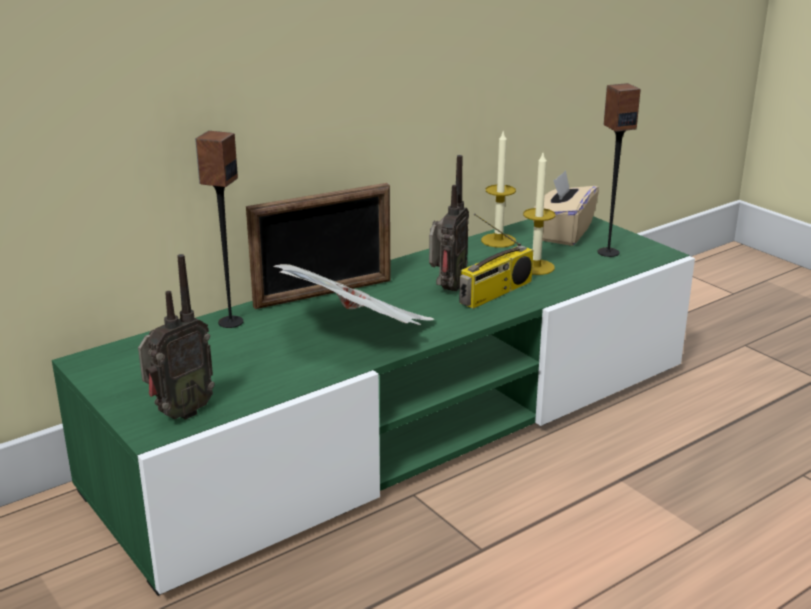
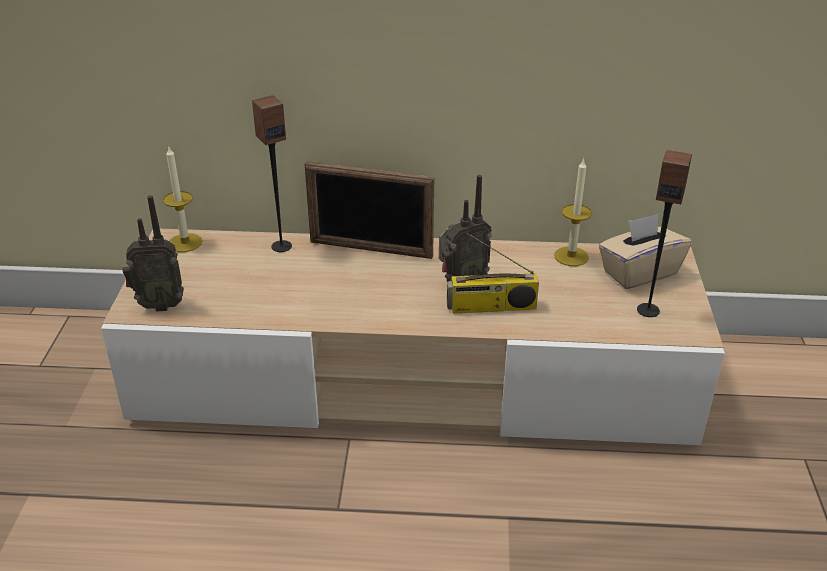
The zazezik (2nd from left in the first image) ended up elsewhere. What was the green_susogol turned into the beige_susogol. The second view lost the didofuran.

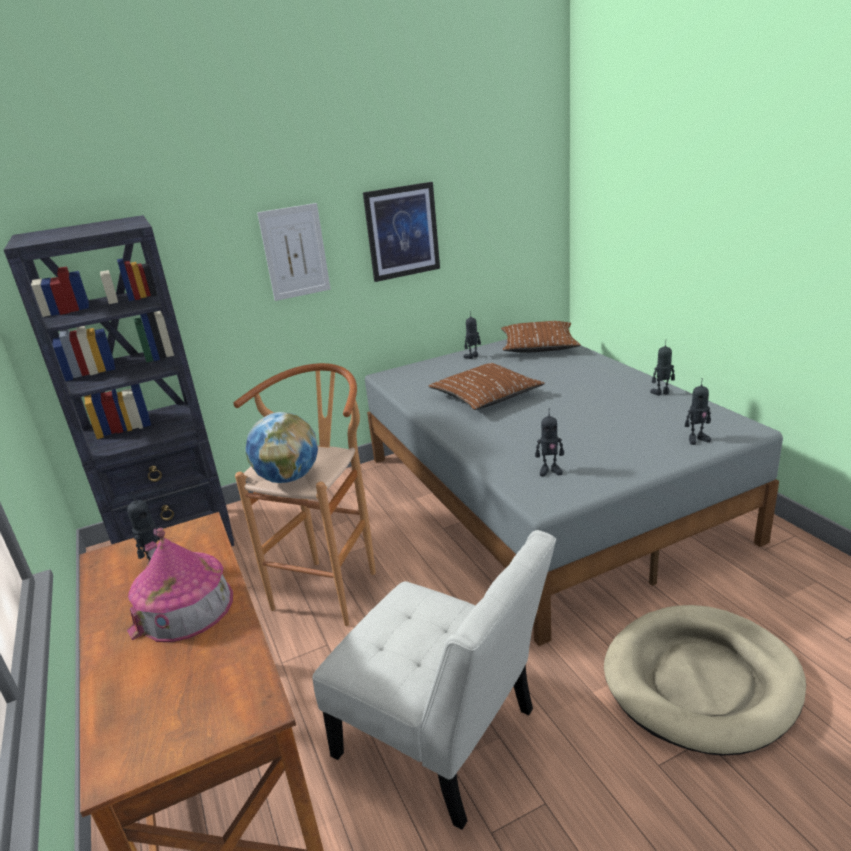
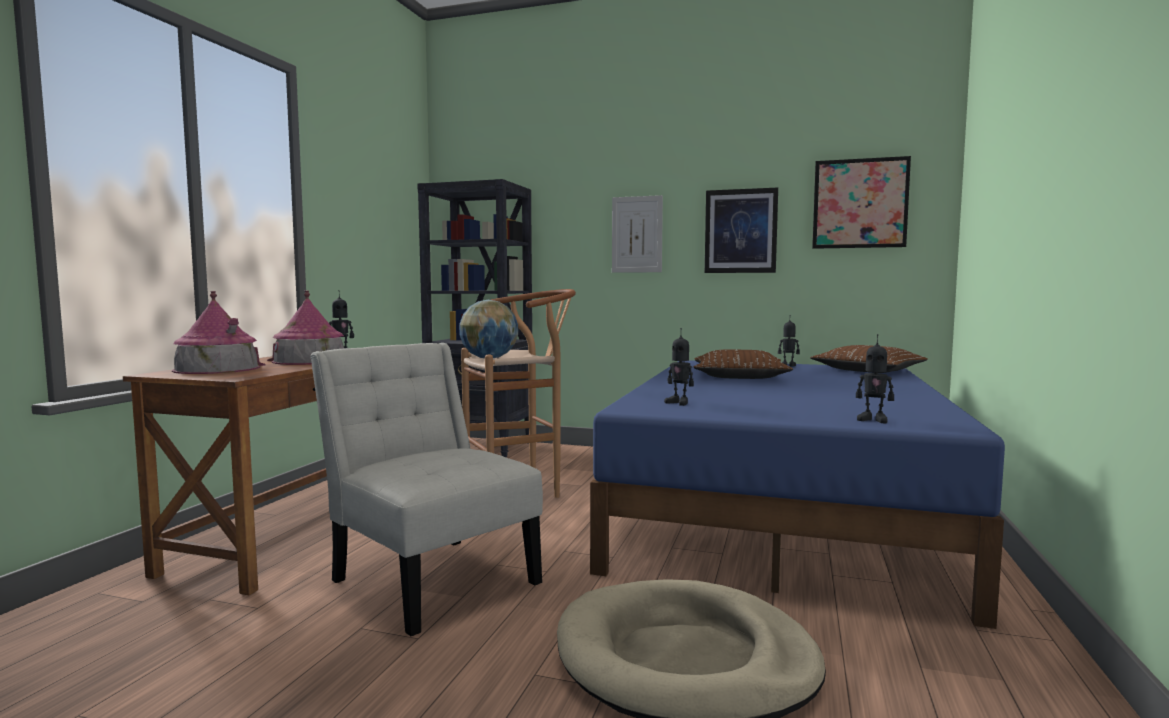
What was the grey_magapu turned into the blue_magapu. The second view lost the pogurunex (4th from left). The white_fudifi ended up facing another way, 150 degrees clockwise from before. The second view gained the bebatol (3rd from left). The second view gained the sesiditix (1st from left).

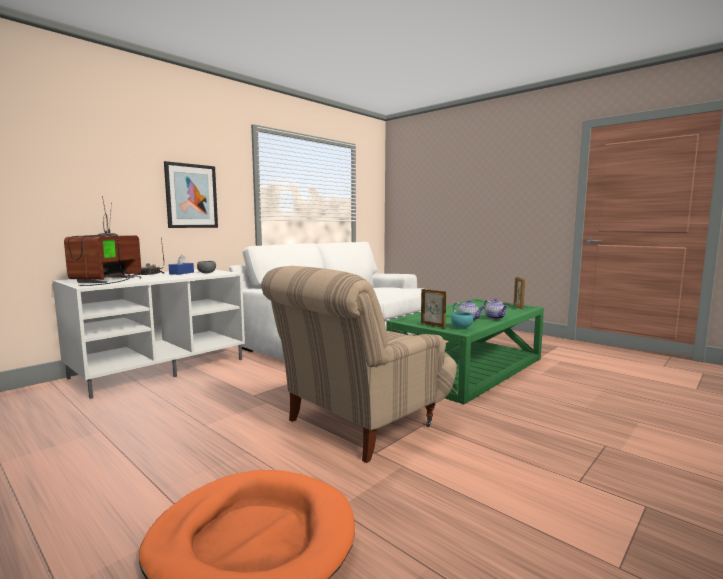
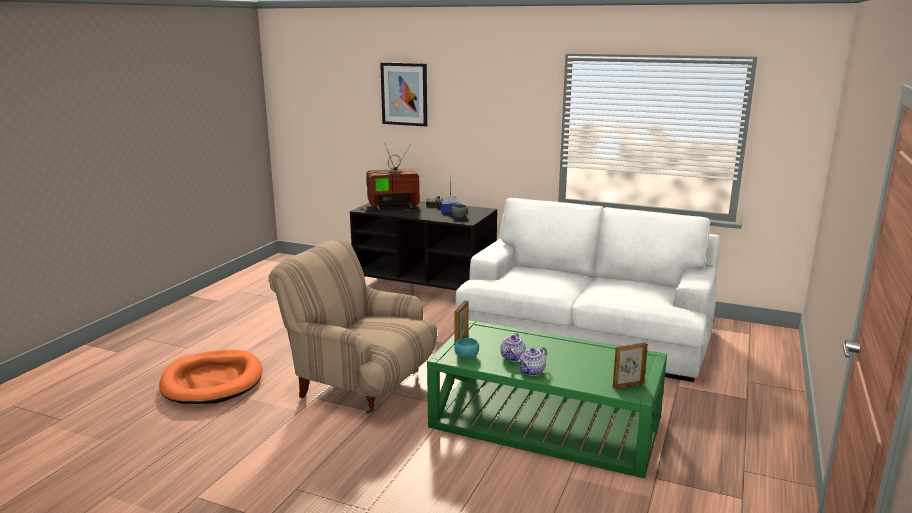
The bebatol ended up elsewhere. What was the white_susogol turned into the black_susogol.

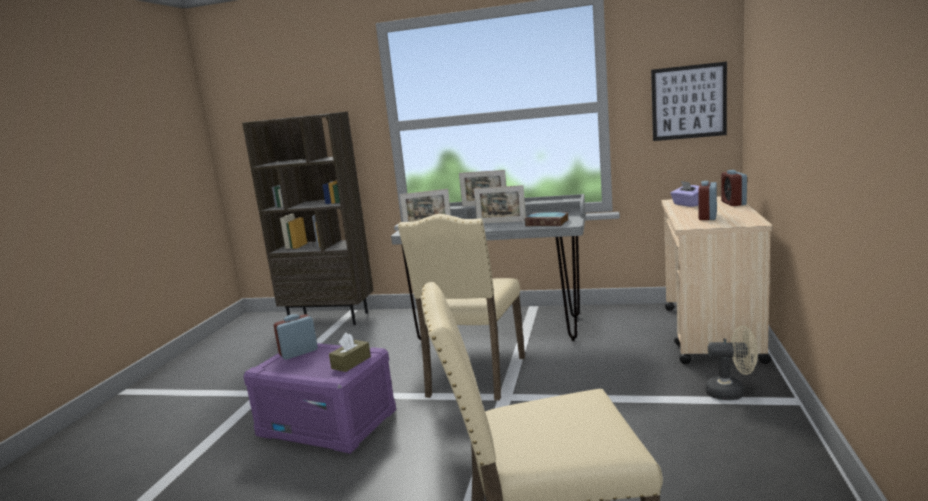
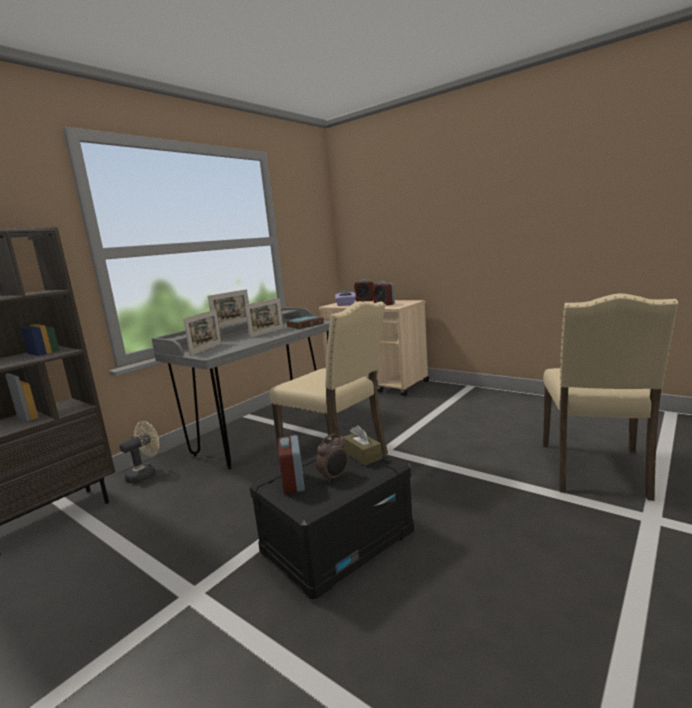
The second view lost the bebatol. The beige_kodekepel ended up elsewhere. What was the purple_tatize turned into the black_tatize. The second view gained the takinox (2nd from left).

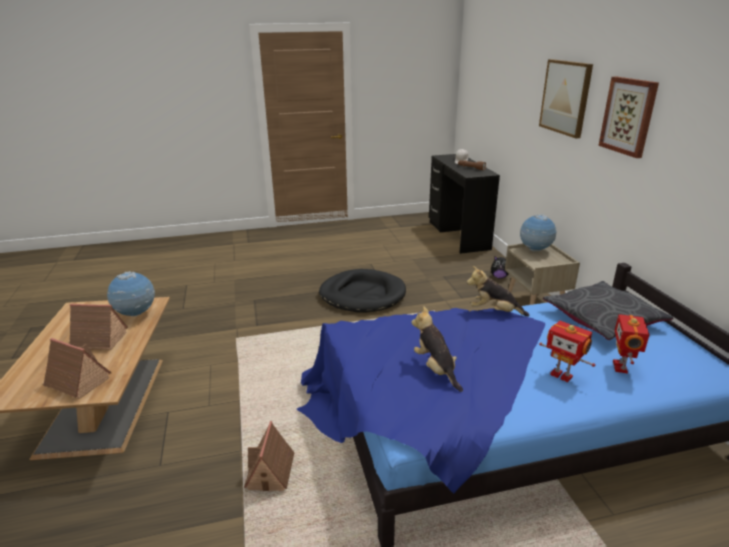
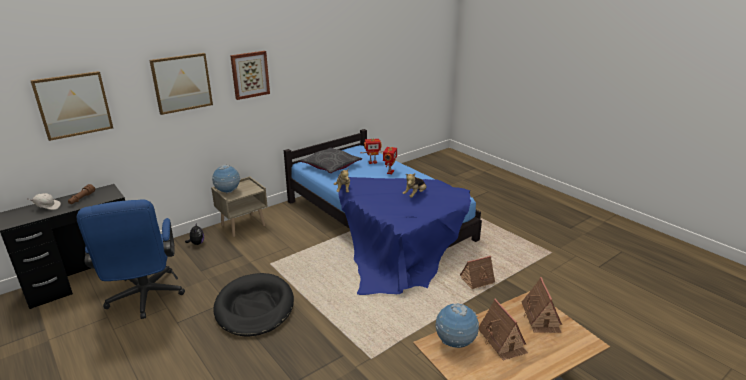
The second view gained the bebatol (1st from left). The second view gained the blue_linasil.

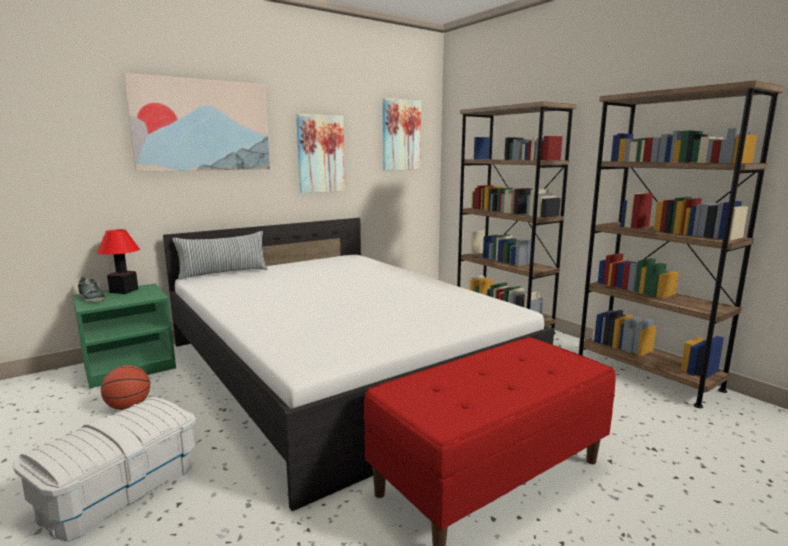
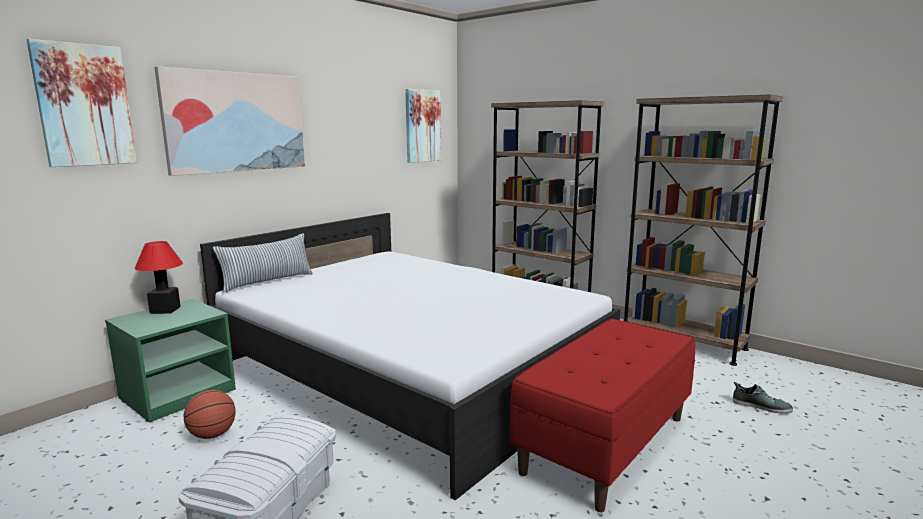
The bebatol (2nd from left in the first image) ended up elsewhere. The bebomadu ended up elsewhere.

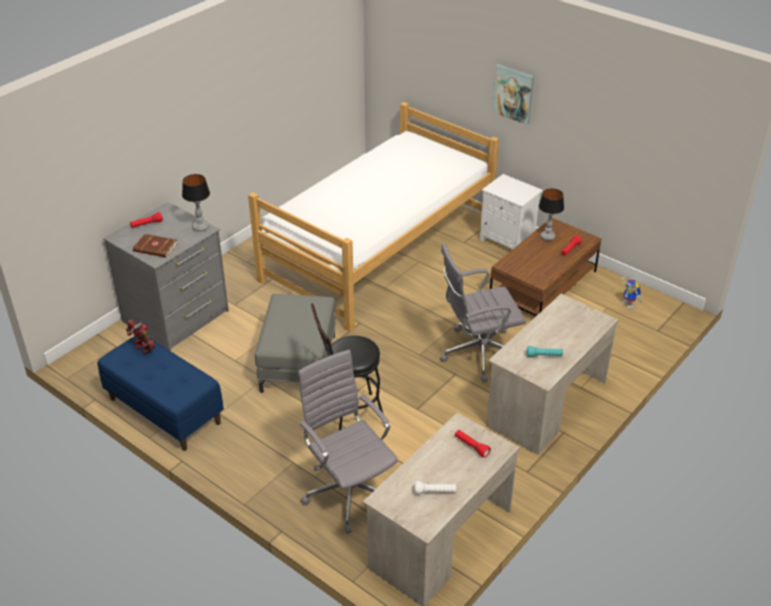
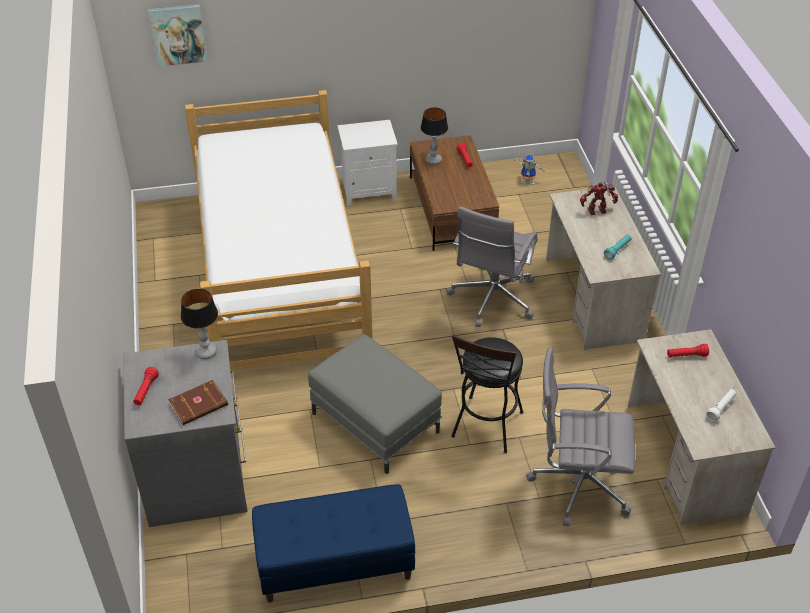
The bebatol ended up elsewhere. The pogurunex (1st from left in the first image) ended up elsewhere.

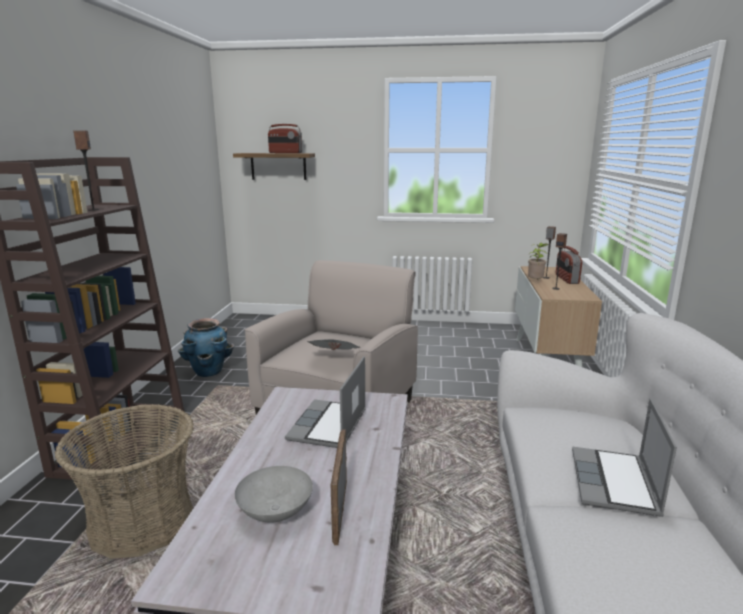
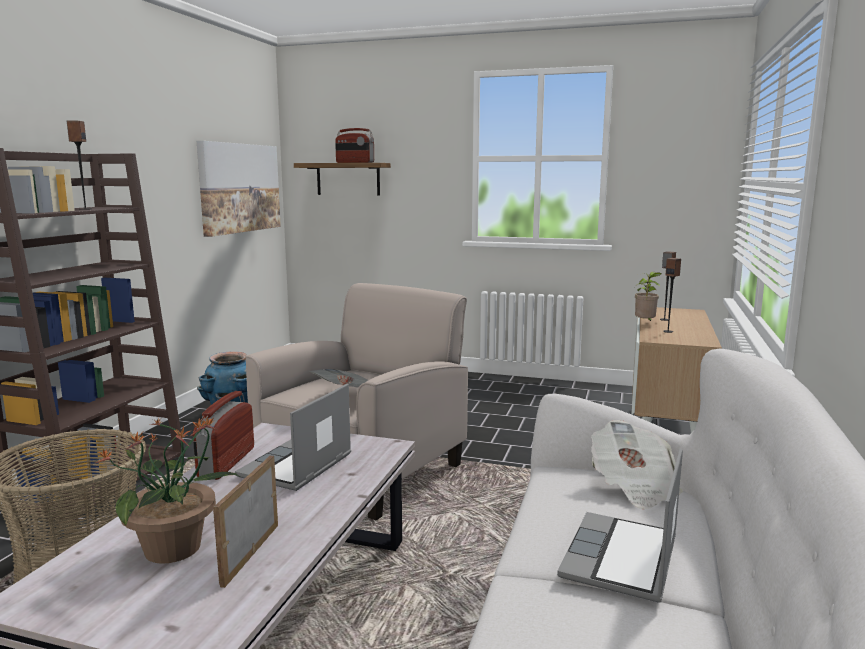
The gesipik (2nd from left in the first image) ended up elsewhere. Where the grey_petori stood, the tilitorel (1st from left) came to stand. The second view gained the bebatol. The second view gained the didofuran (2nd from left).

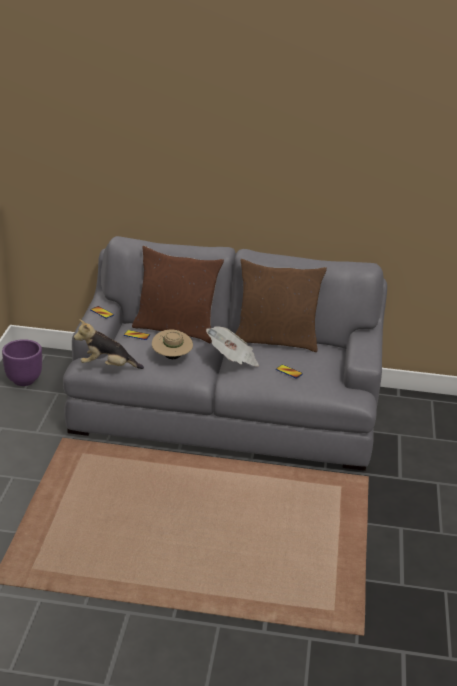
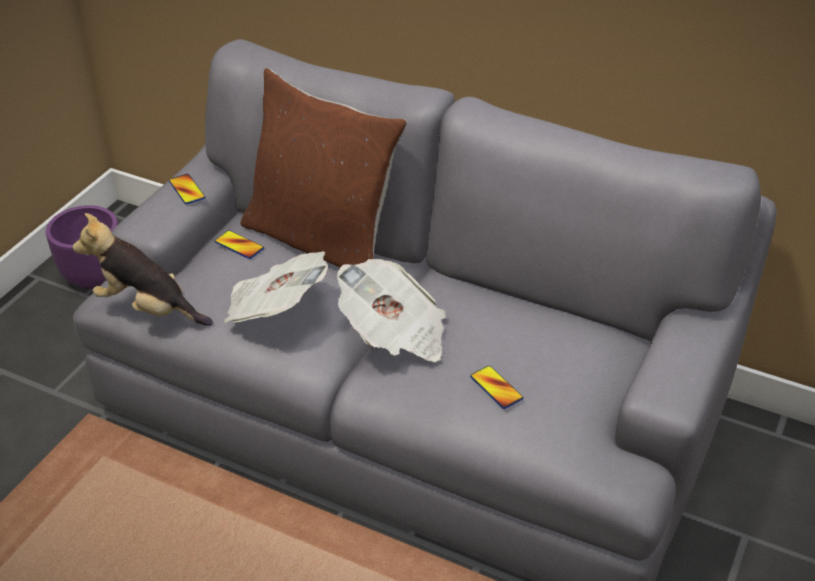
The second view lost the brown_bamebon (2nd from left). Where the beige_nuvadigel stood, the didofuran (1st from left) came to stand.

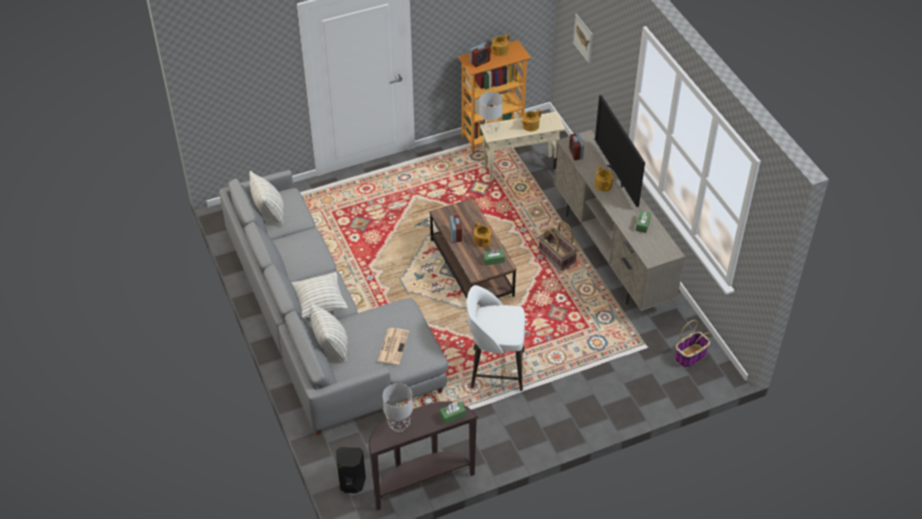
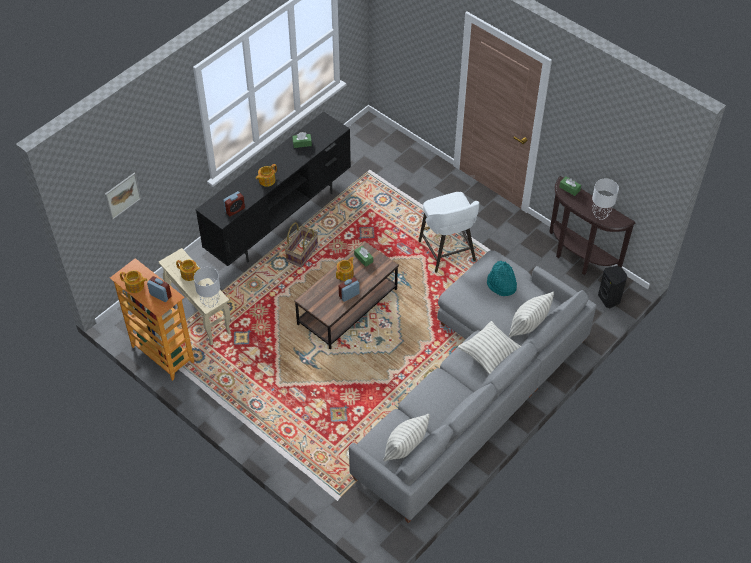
The second view lost the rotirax. What was the beige_susogol turned into the black_susogol. The second view lost the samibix (2nd from left). Where the didofuran stood, the turquoise_nuvadigel came to stand.

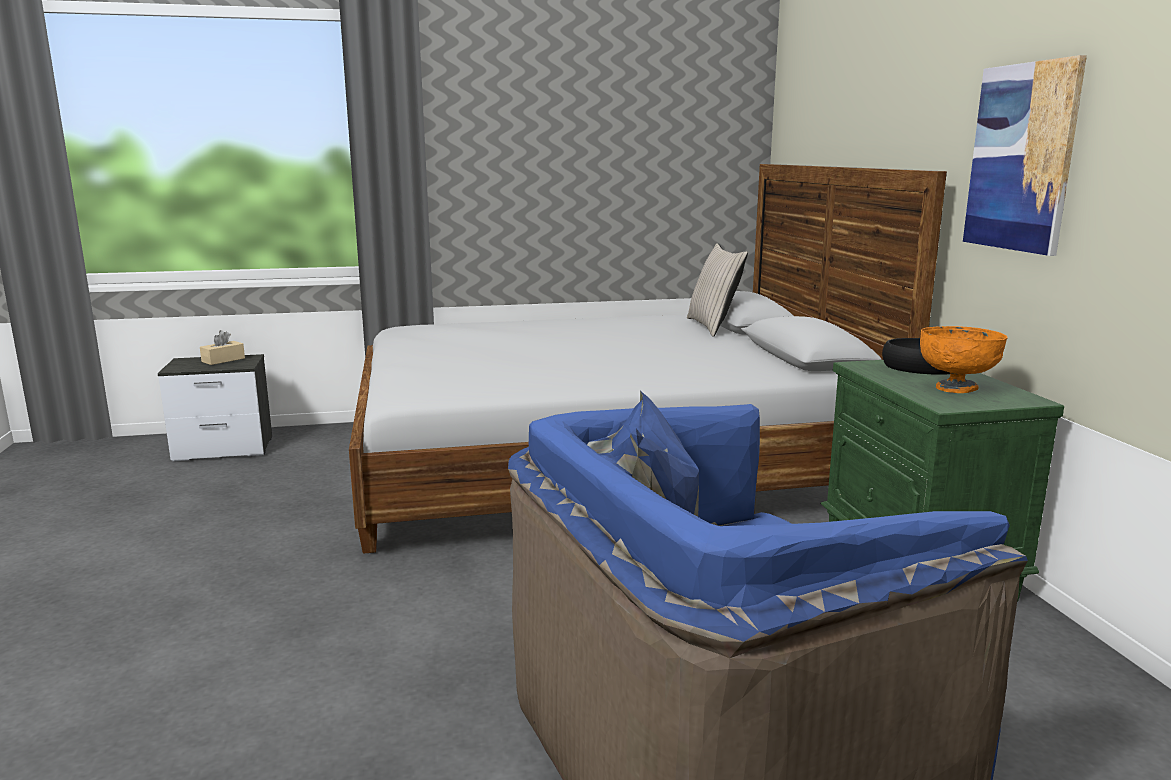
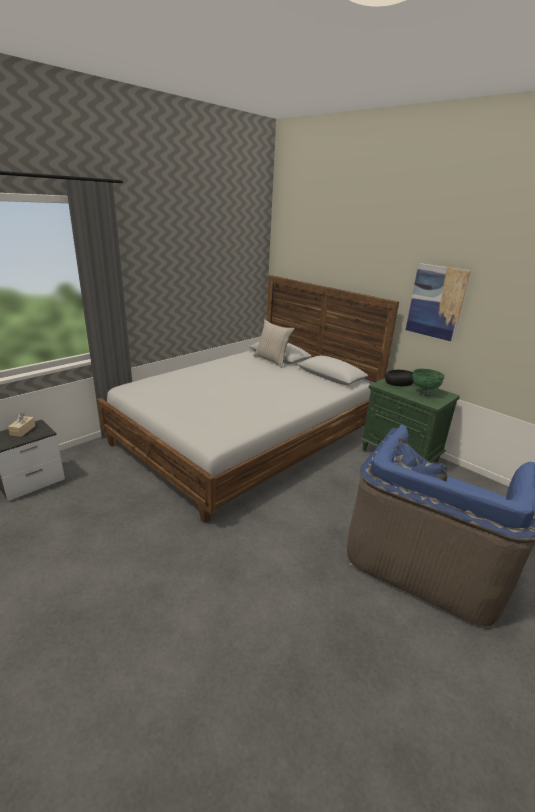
What was the orange_petori turned into the green_petori.

